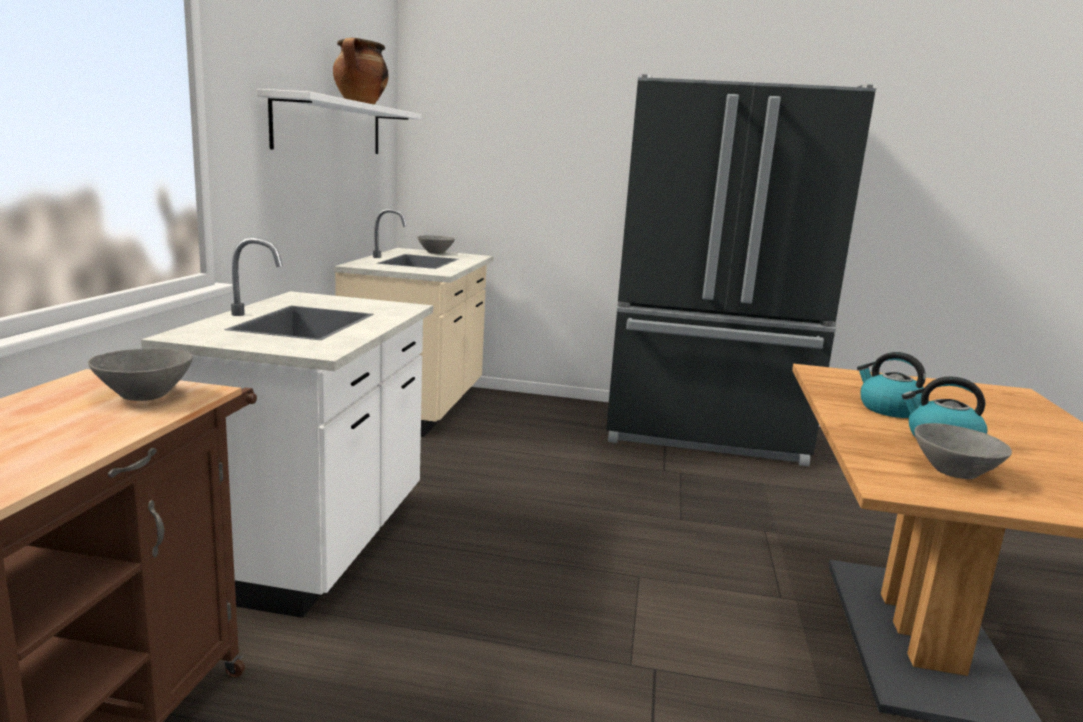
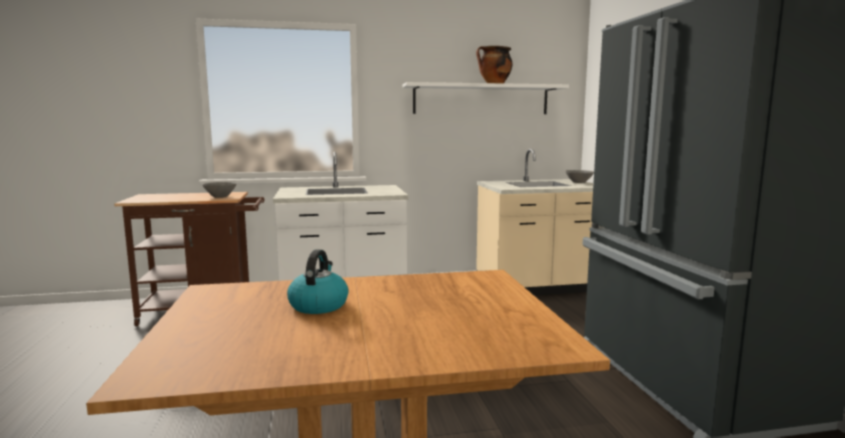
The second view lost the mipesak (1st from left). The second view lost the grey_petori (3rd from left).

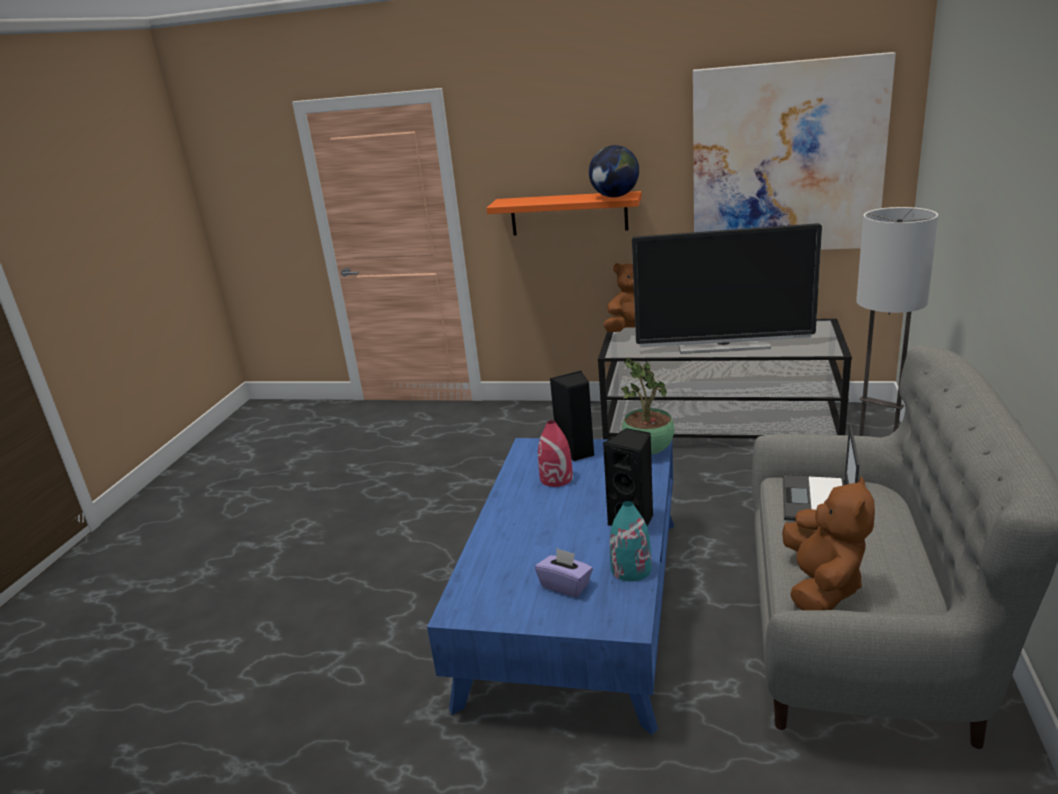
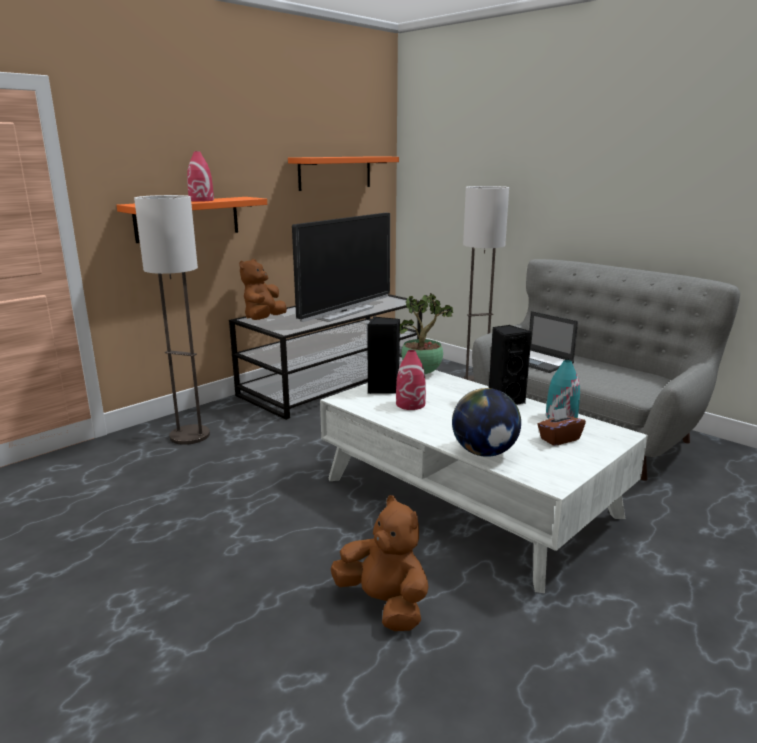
Where the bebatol hung, the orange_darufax (2nd from left) came to hang. The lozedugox ended up elsewhere. What was the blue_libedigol turned into the white_libedigol. The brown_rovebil (2nd from left) ended up elsewhere. What was the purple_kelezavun turned into the brown_kelezavun. The second view gained the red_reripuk (1st from left). The second view gained the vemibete (1st from left).

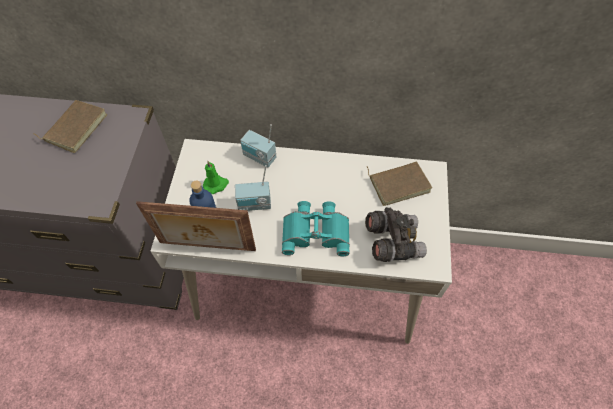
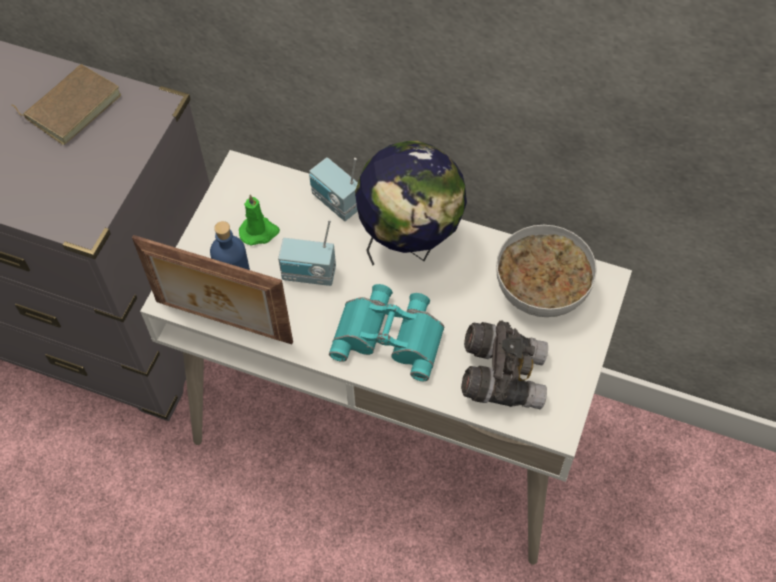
Where the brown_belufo (2nd from left) stood, the petori came to stand. The second view gained the lozedugox.

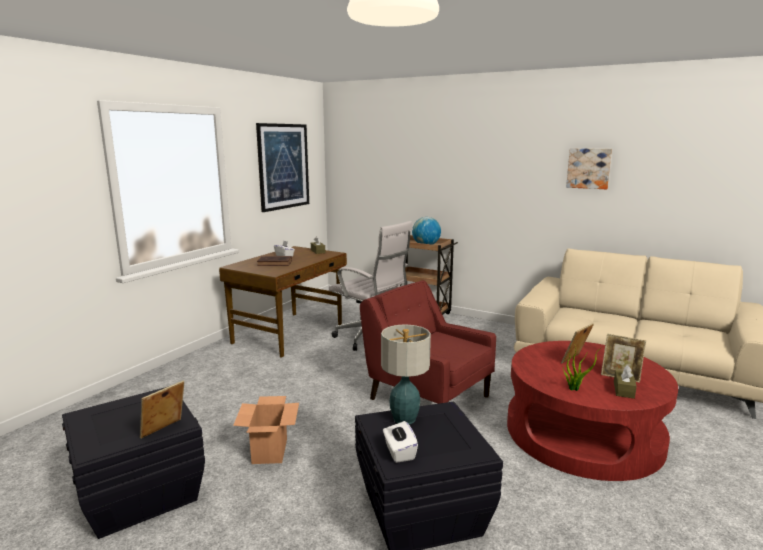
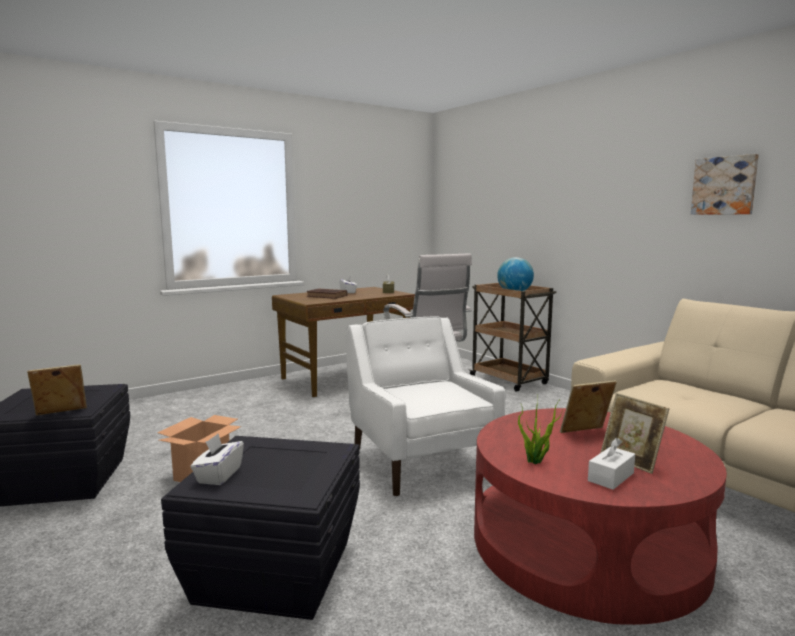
The second view lost the bebatol (1st from left). What was the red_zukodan turned into the white_zukodan. The second view lost the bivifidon. What was the brown_kelezavun (2nd from left) turned into the white_kelezavun (3rd from left).

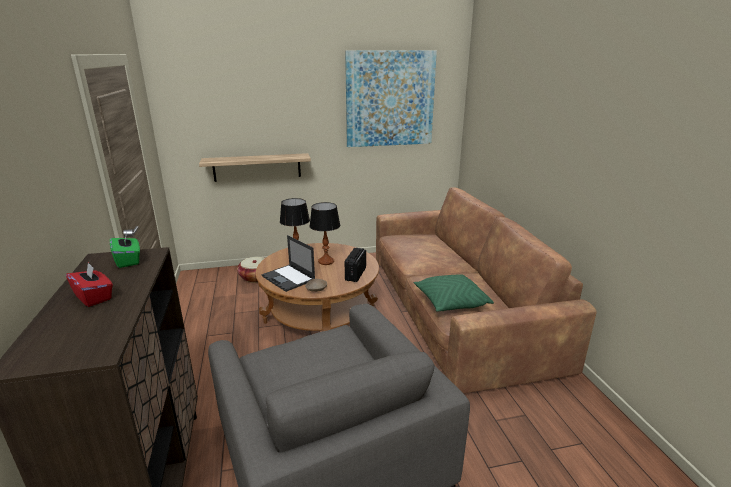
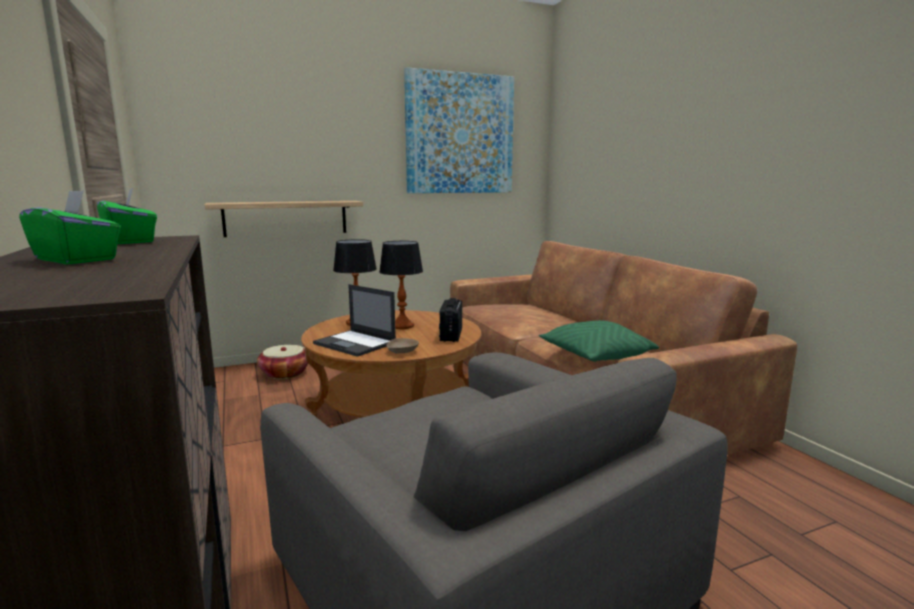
What was the red_kelezavun turned into the green_kelezavun (1st from left).

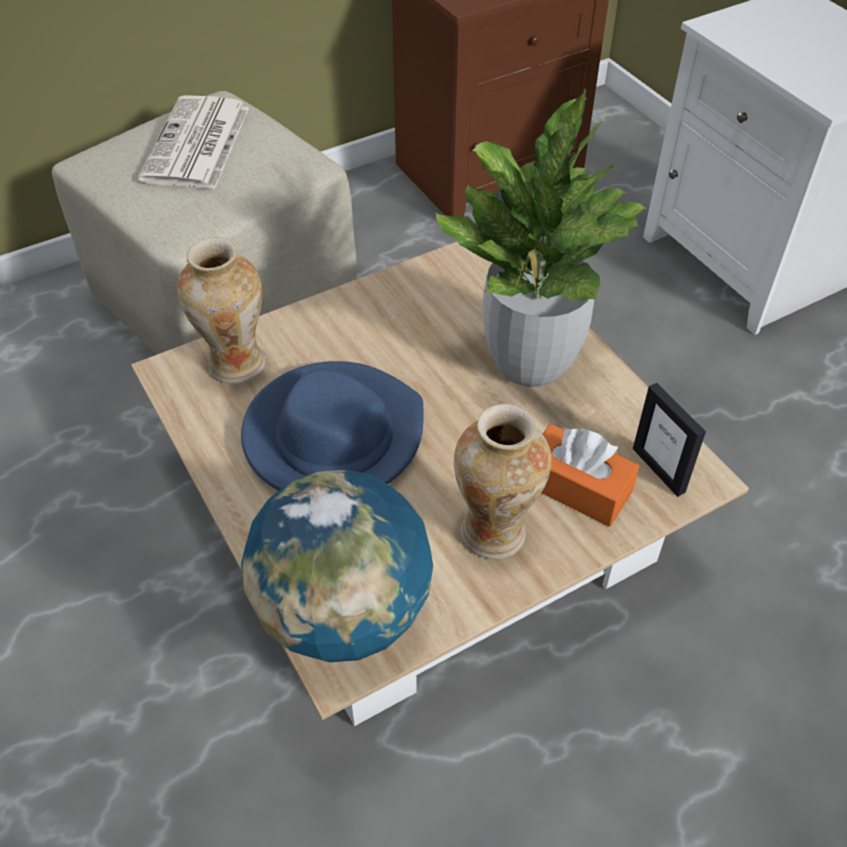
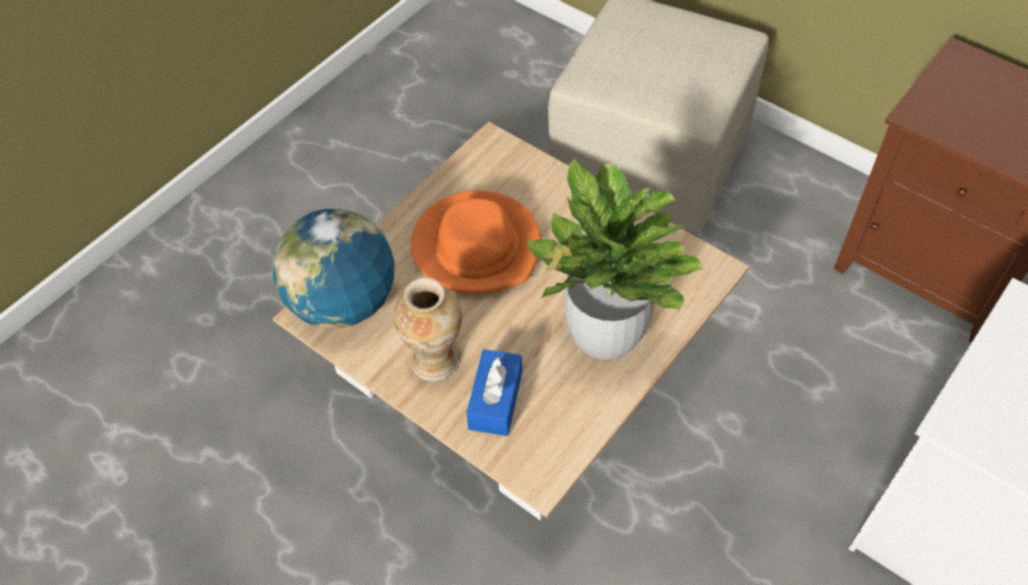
The second view lost the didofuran. The second view lost the reripuk (1st from left). What was the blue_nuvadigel turned into the orange_nuvadigel. The second view lost the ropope. What was the orange_kelezavun turned into the blue_kelezavun.

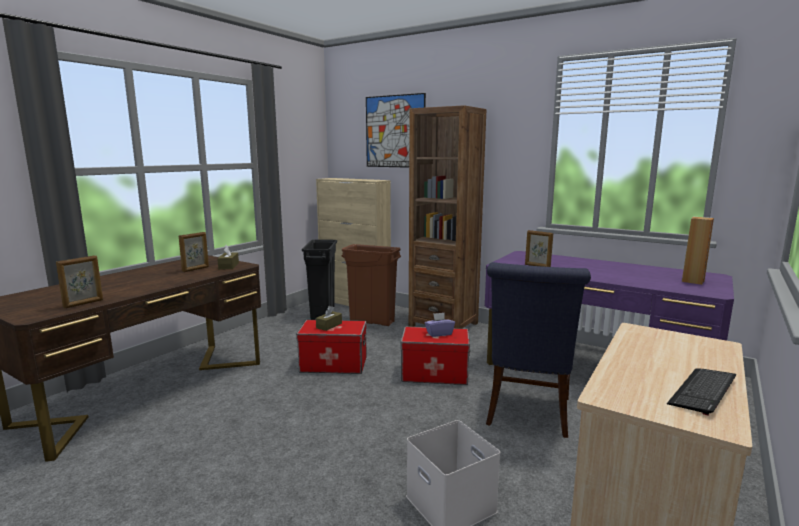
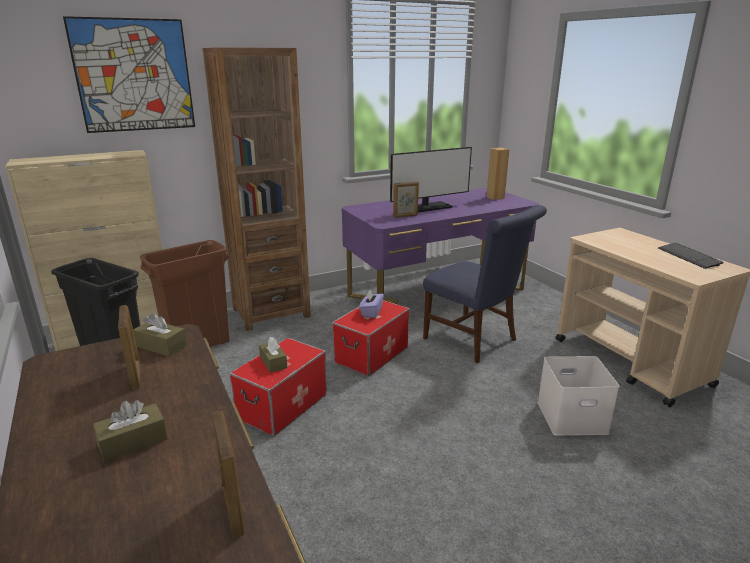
The second view gained the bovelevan. The second view gained the brown_kelezavun (1st from left).

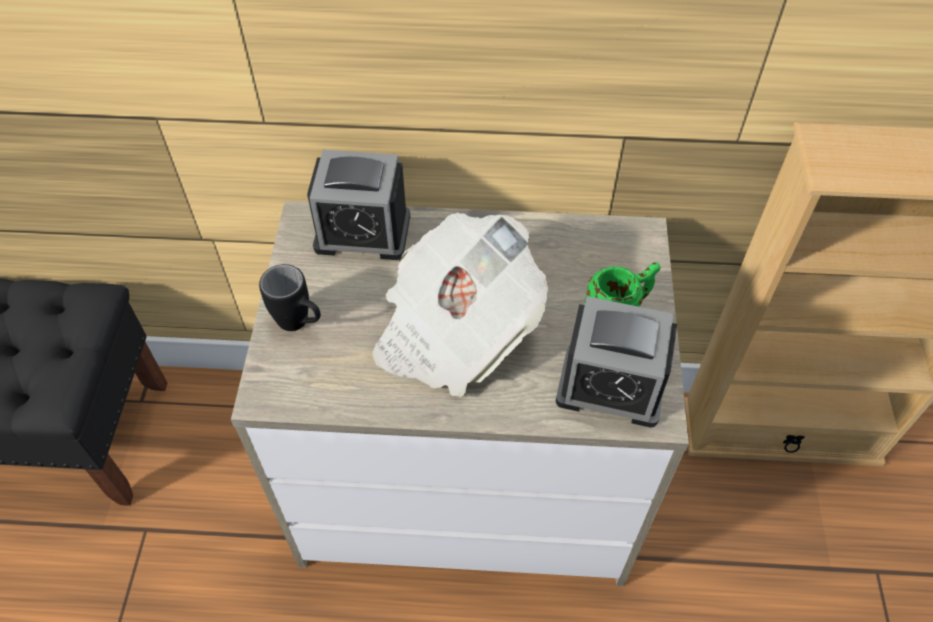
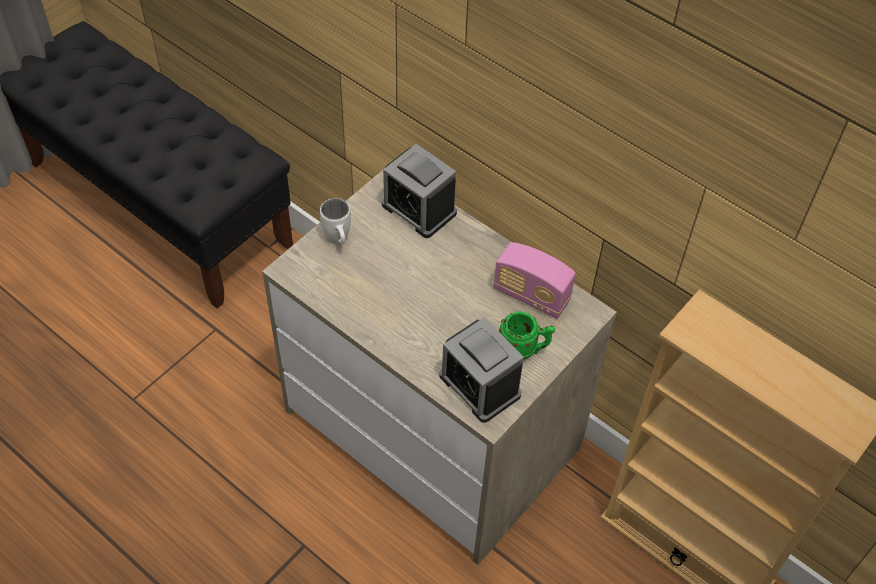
The second view lost the didofuran. What was the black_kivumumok turned into the white_kivumumok. The second view gained the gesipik.

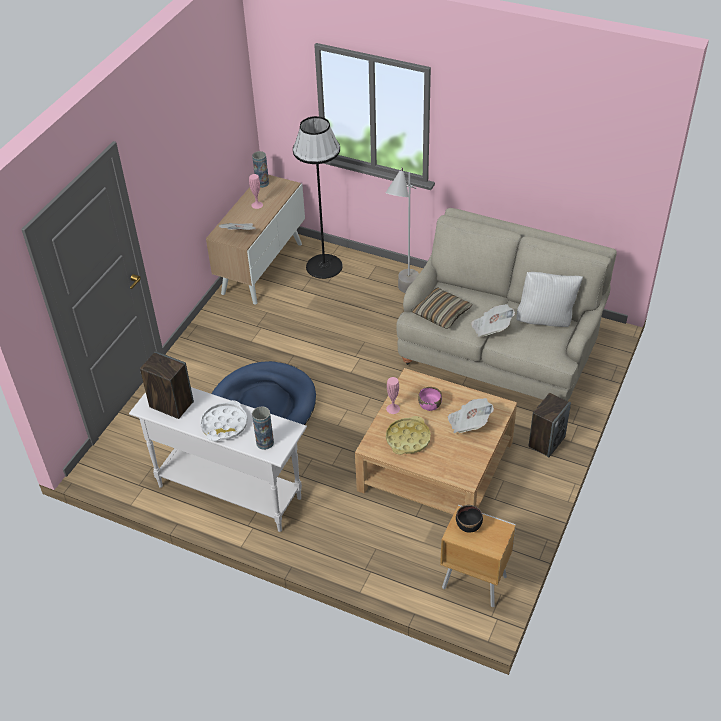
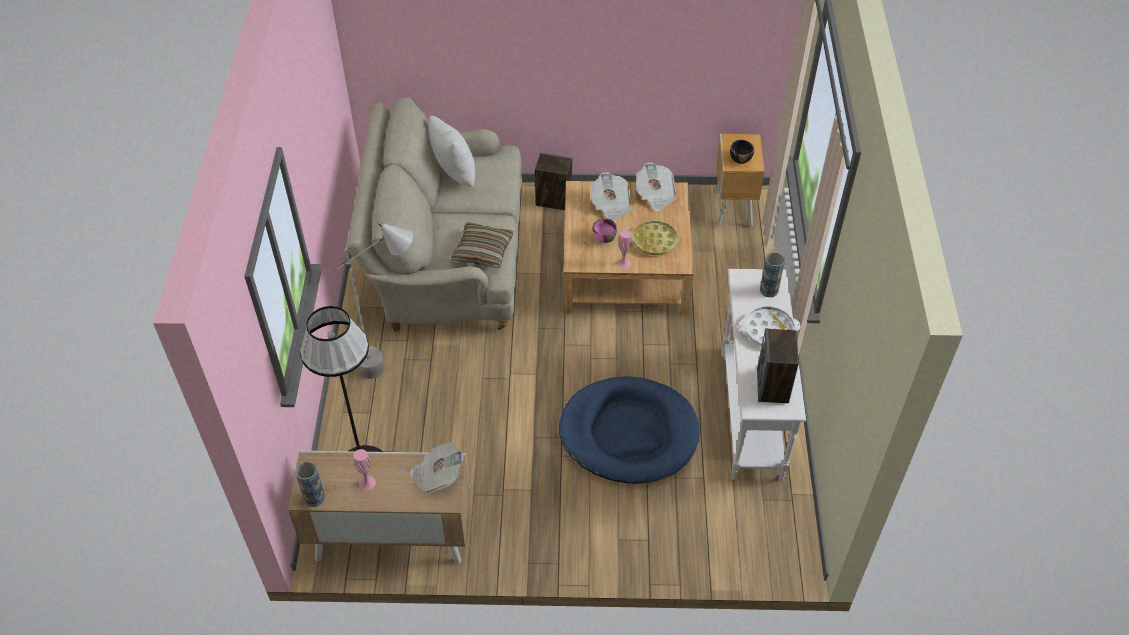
The didofuran (3rd from left) ended up elsewhere.

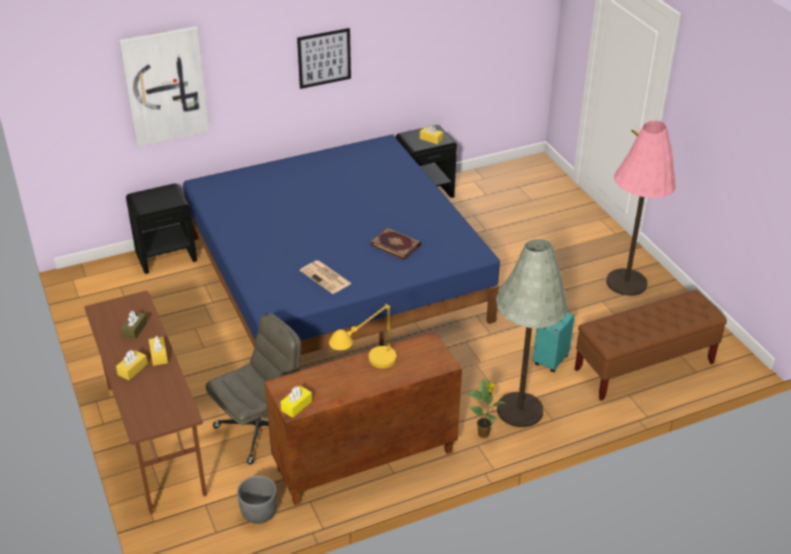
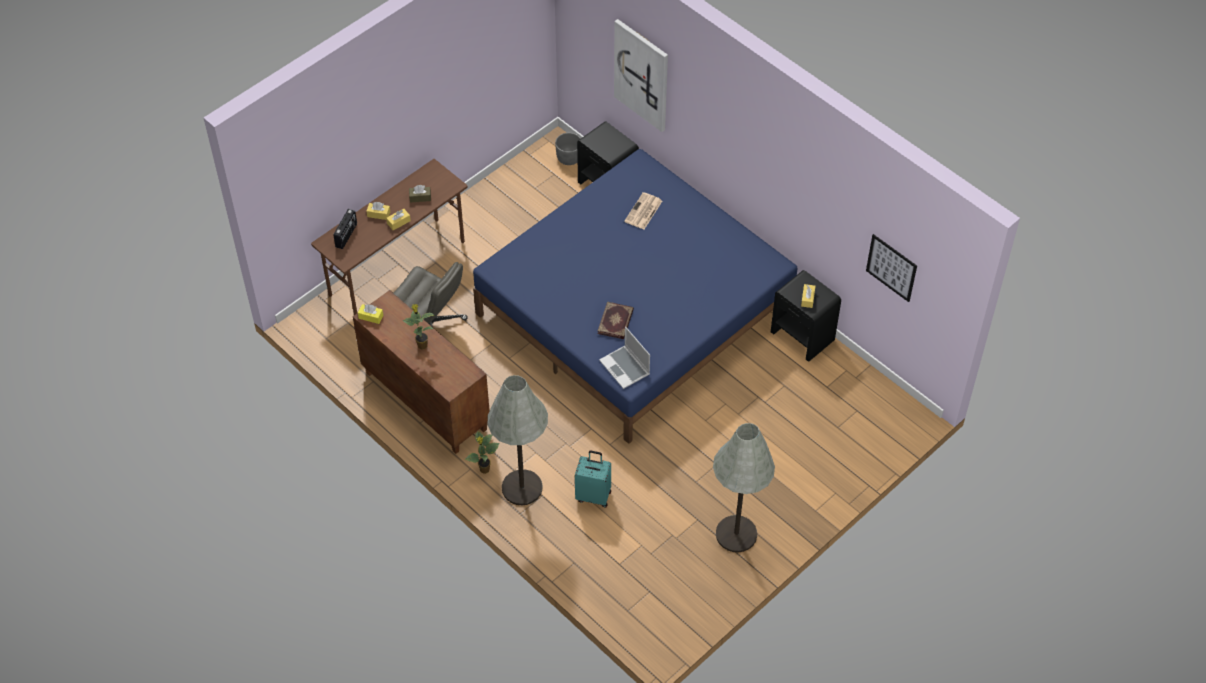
The bebatol (2nd from left) ended up elsewhere. What was the pink_vemibete turned into the grey_vemibete (2nd from left). The didofuran ended up elsewhere. The second view lost the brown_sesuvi. Where the yellow_bivifidon stood, the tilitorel (1st from left) came to stand. The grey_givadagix ended up elsewhere. The second view gained the gesipik. The second view gained the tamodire.

